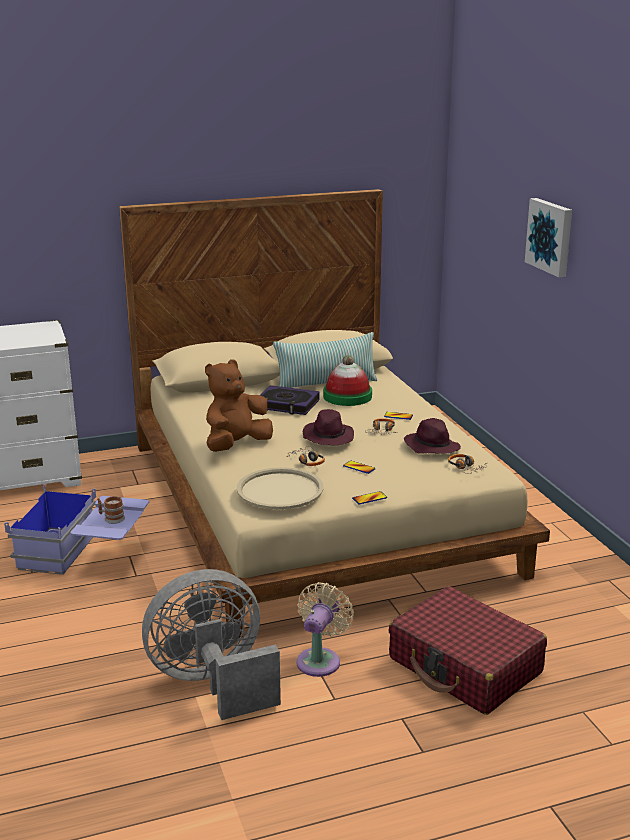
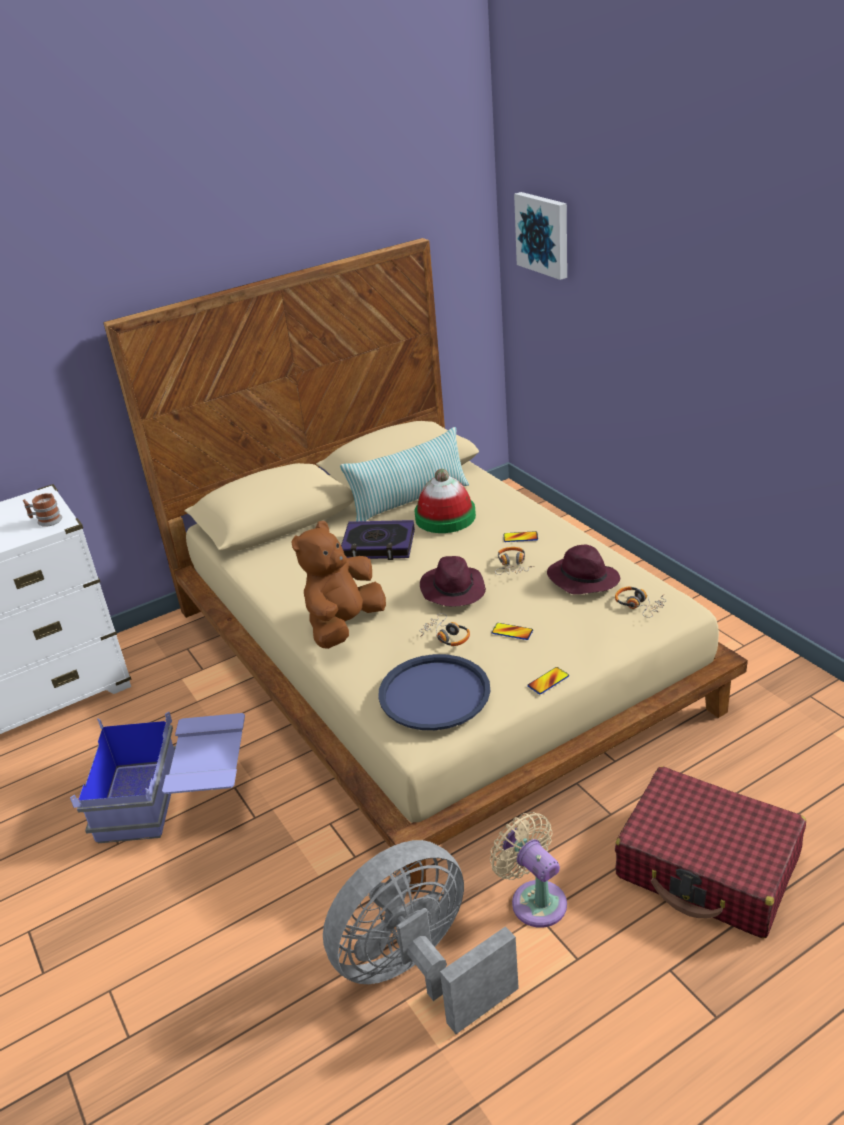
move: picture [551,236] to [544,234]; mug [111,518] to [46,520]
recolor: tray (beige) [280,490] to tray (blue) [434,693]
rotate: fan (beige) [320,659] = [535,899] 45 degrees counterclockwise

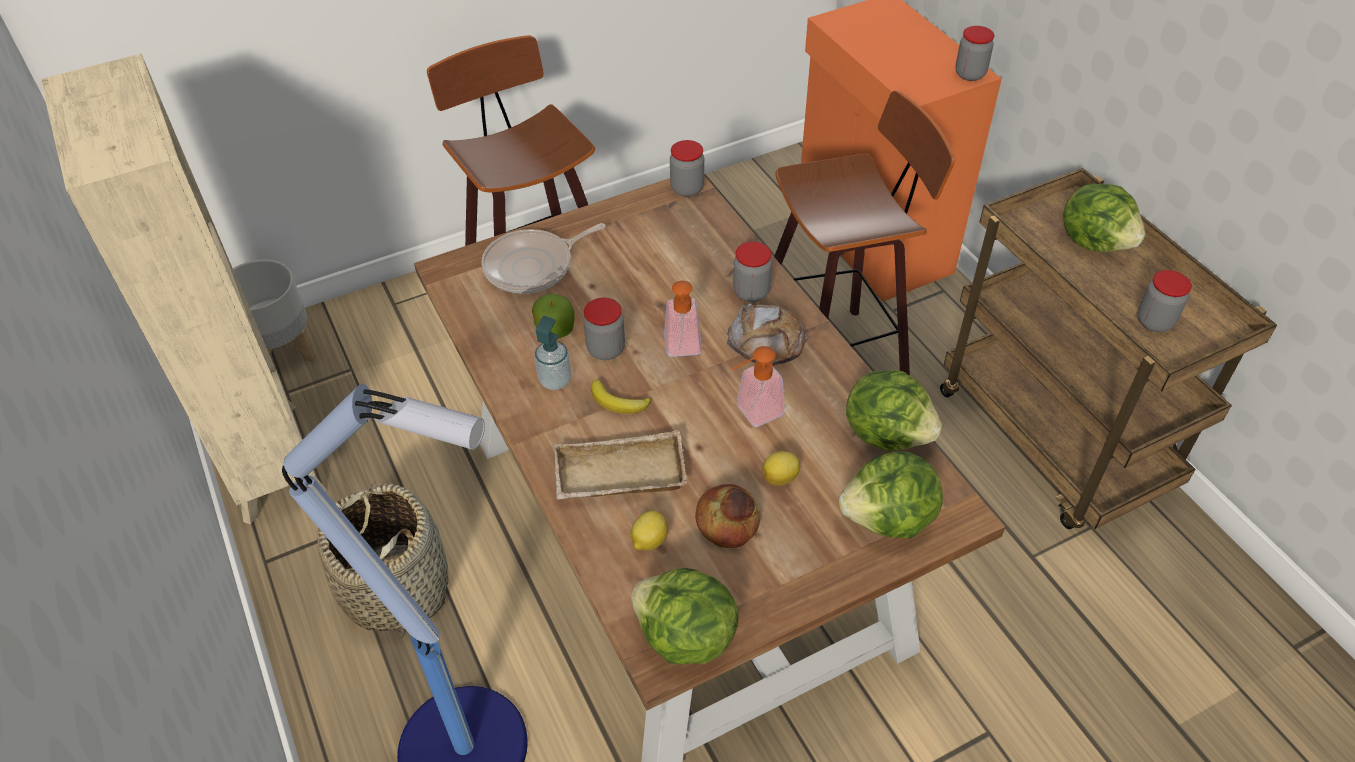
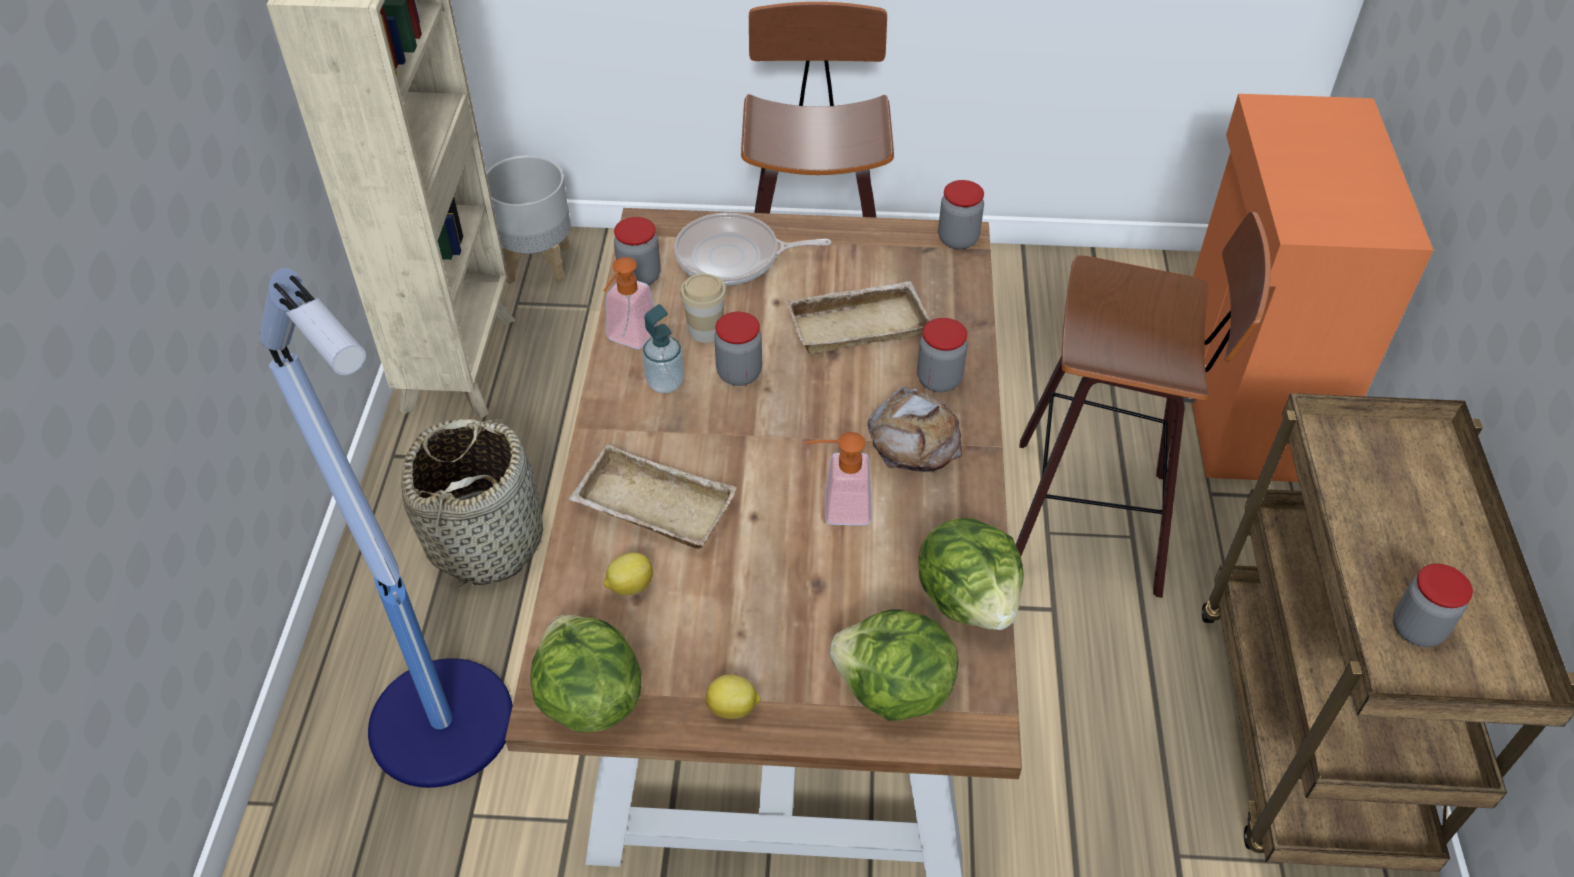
delete: lettuce [1095,241]; banana [618,402]; bread [728,521]
insert: tray (beige) [858,322]
move: jar [970,74] to [640,277]; soap dispenser [683,350] to [628,339]; lemon [781,478] to [733,708]
replace: apple [555,329] to cup [705,330]

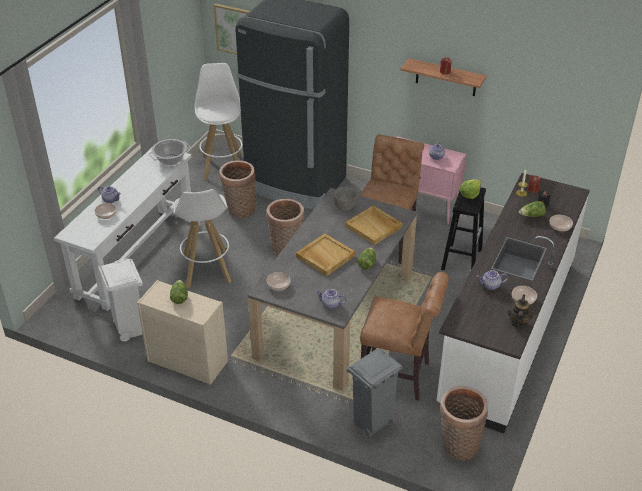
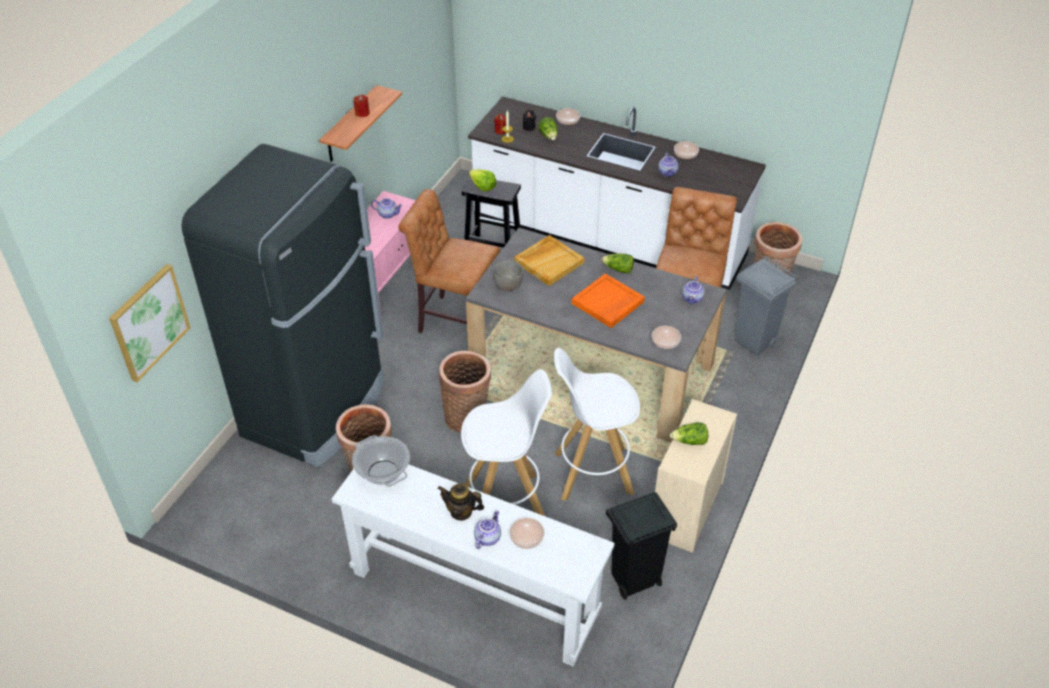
move: stool (white) [222,165] to [592,473]; teapot [518,323] to [461,512]
recolor: tray (beige) [325,256] to tray (orange) [608,303]; trash can (white) [129,329] to trash can (black) [633,581]

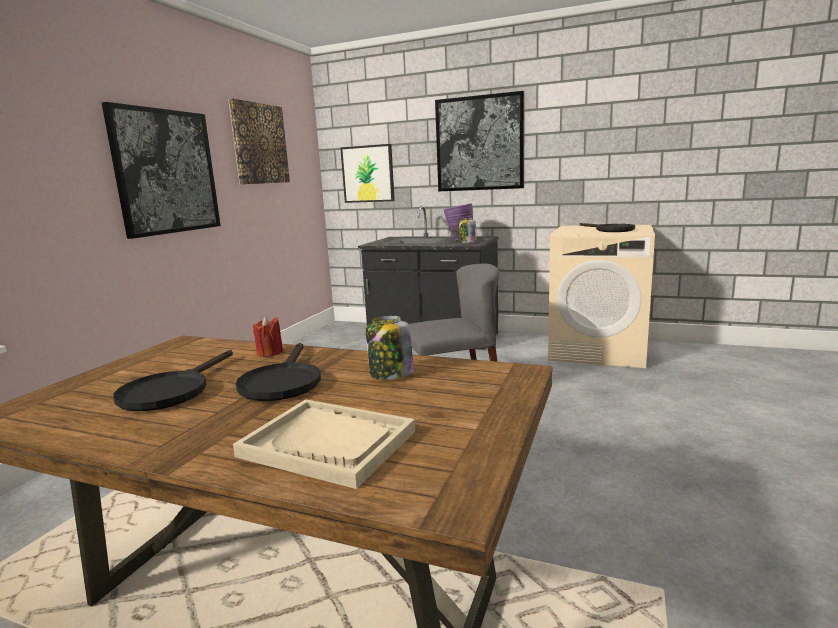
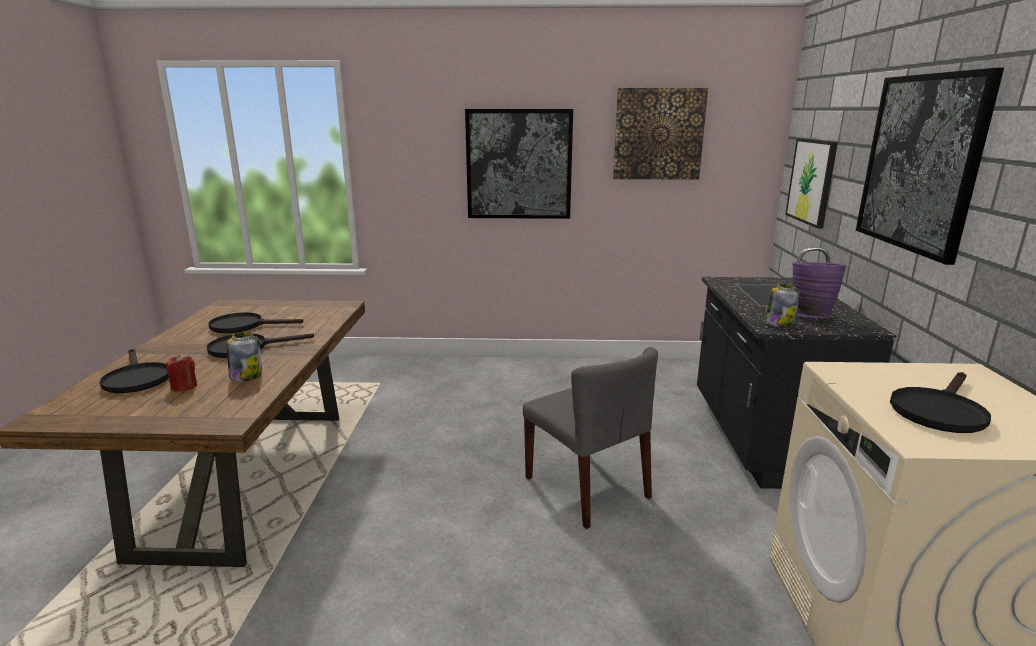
move: candle (red) [270,353] to [184,386]
replace: tray (beige) [328,444] to frying pan (black) [136,378]

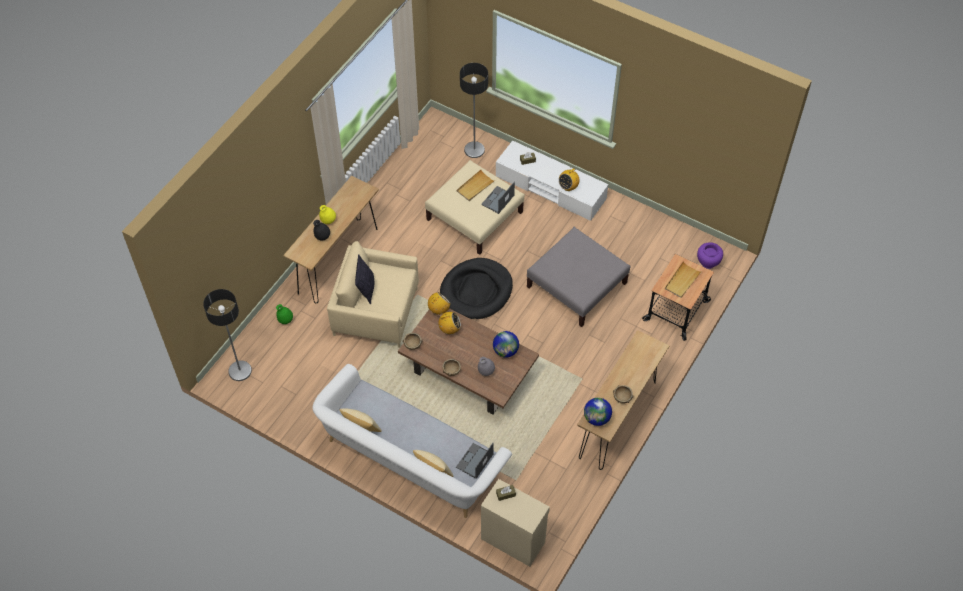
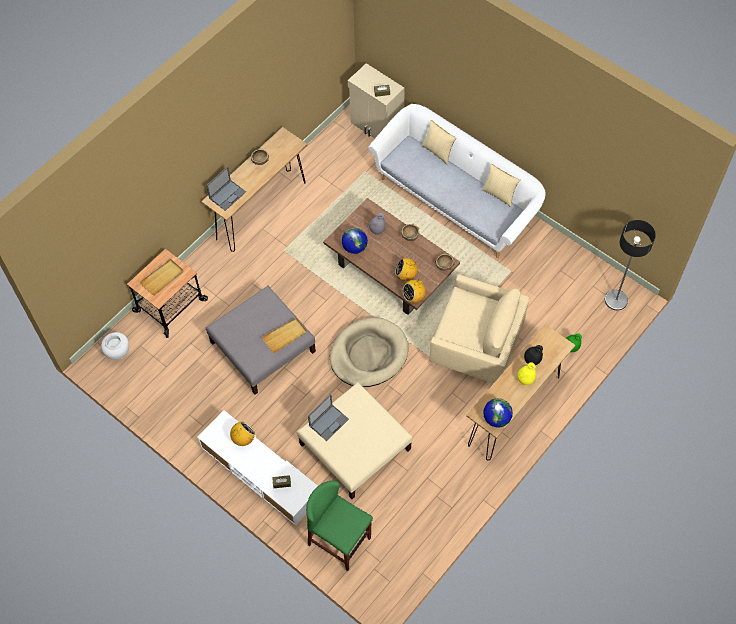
delete: pillow [366,289]
move: tray (beige) [475,186] to [285,336]; globe [597,418] to [496,418]; laptop [474,461] to [227,195]
replace: floor lamp [474,150] to stool (green) [339,541]
recolor: vase (purple) [707,263] to vase (white) [118,353]; dog bed (black) [476,291] to dog bed (beige) [368,354]

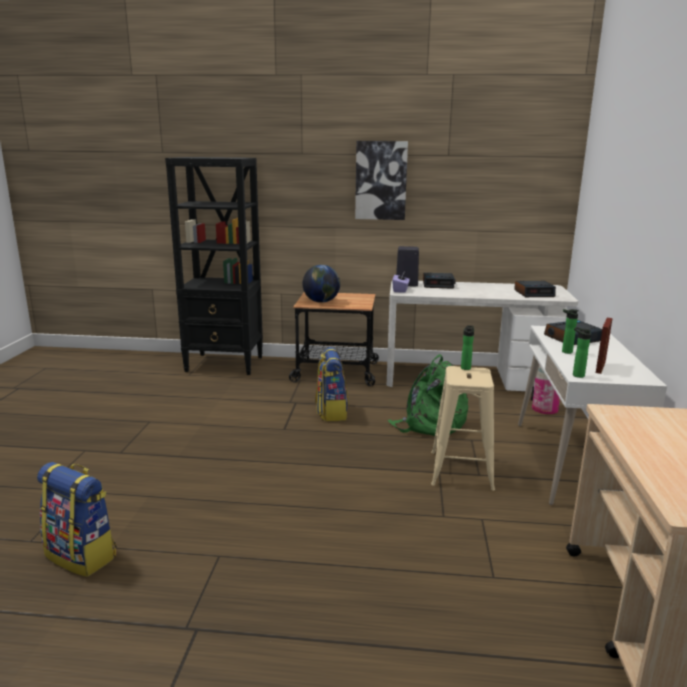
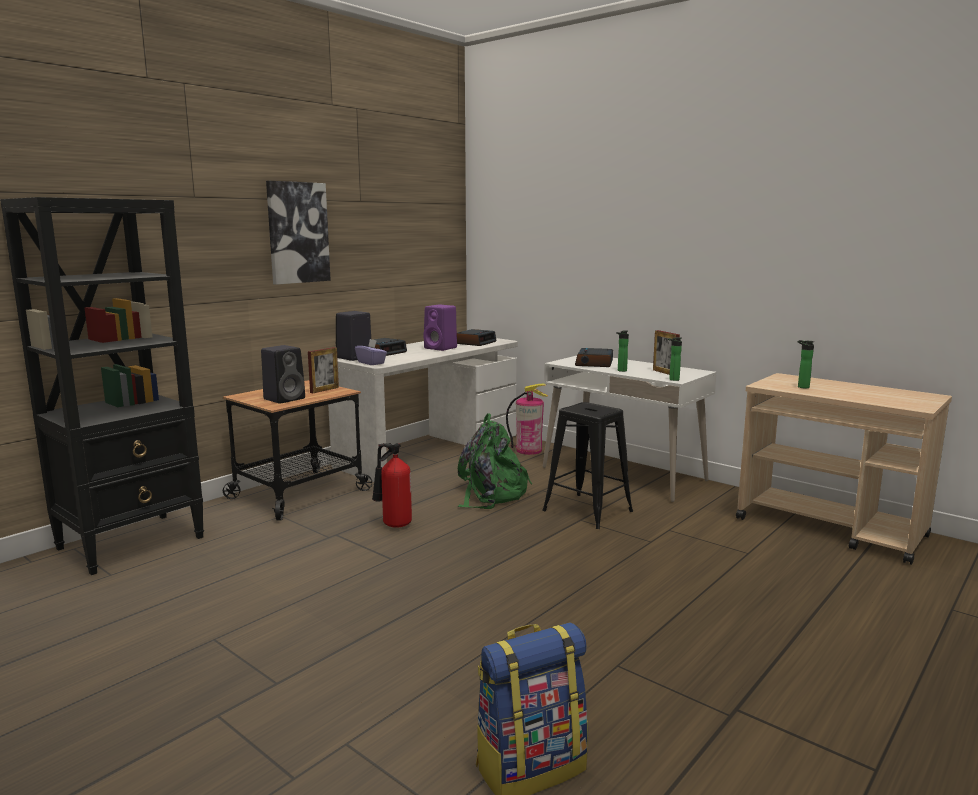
insert: speaker (purple) [441,348]; picture frame [324,390]
move: bottle [466,367] to [801,387]
replace: globe [321,301] to speaker (black) [285,399]; backpack [331,412] to fire extinguisher [392,525]
recolor: stool (beige) [461,470] to stool (black) [588,511]

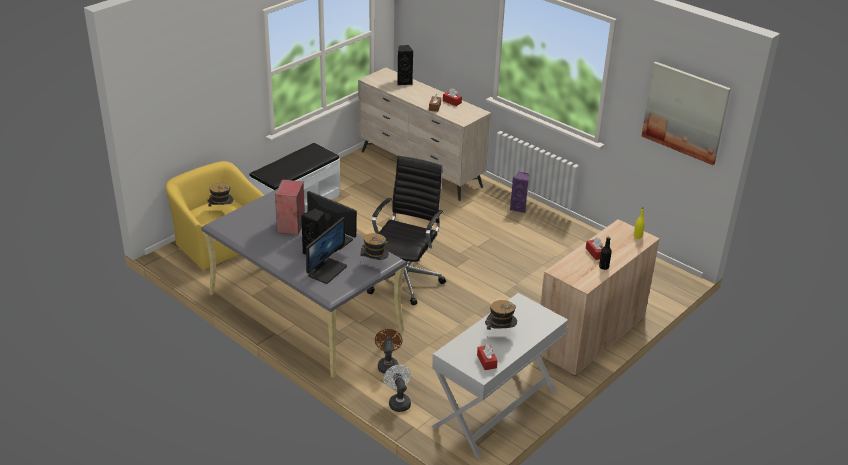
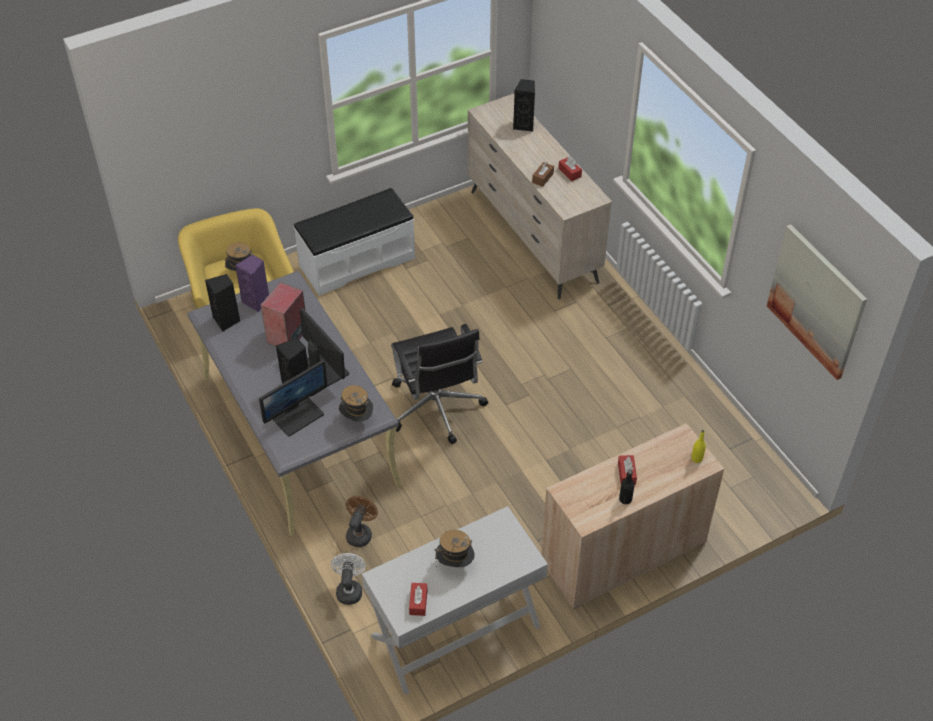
insert: speaker (black) [227,321]
move: speaker (purple) [519,208] to [257,302]
rotate: office chair (black) [405,279] = [436,409] 120 degrees clockwise

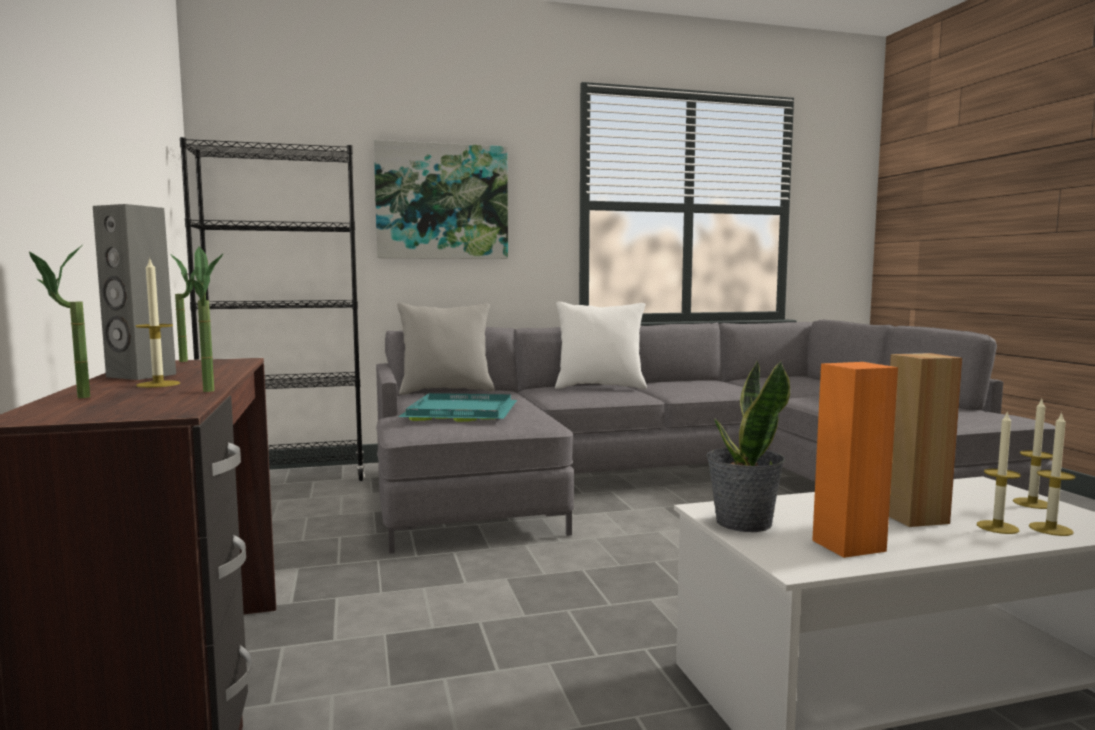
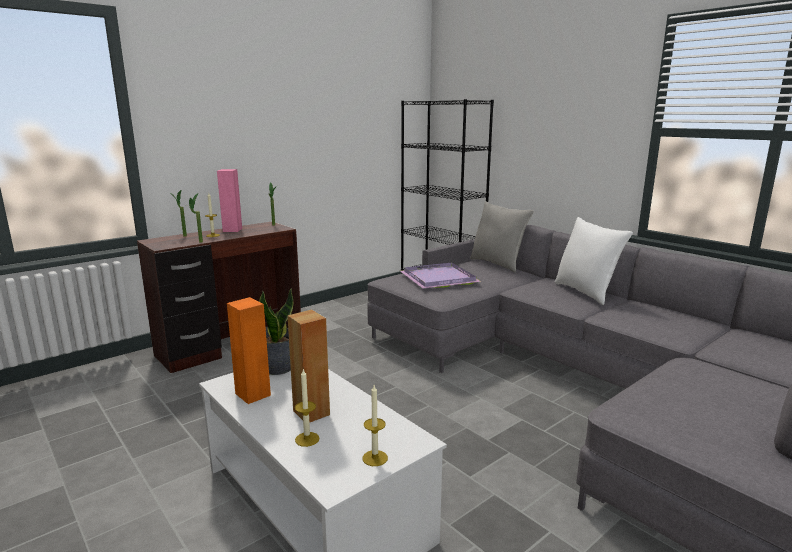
delete: picture [442,202]; candle [1050,529]
recolor: speaker (grey) [140,375] to speaker (pink) [232,230]; tray (turquoise) [463,412] to tray (purple) [440,279]

